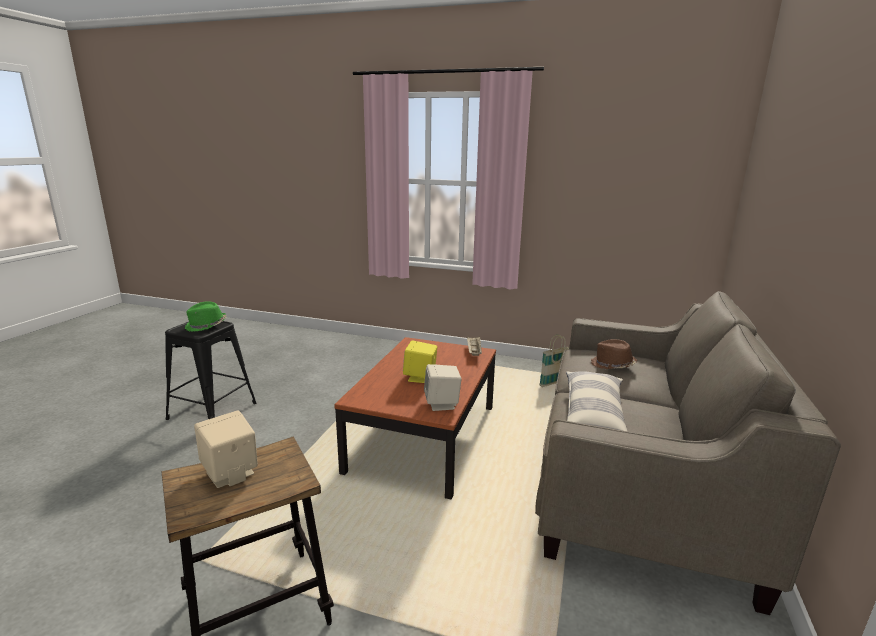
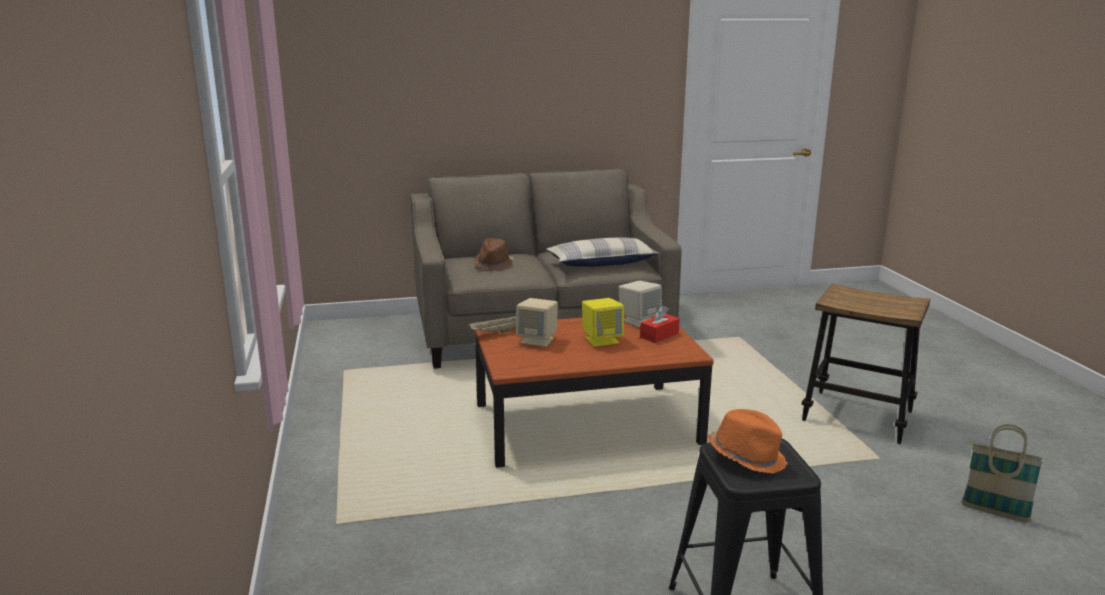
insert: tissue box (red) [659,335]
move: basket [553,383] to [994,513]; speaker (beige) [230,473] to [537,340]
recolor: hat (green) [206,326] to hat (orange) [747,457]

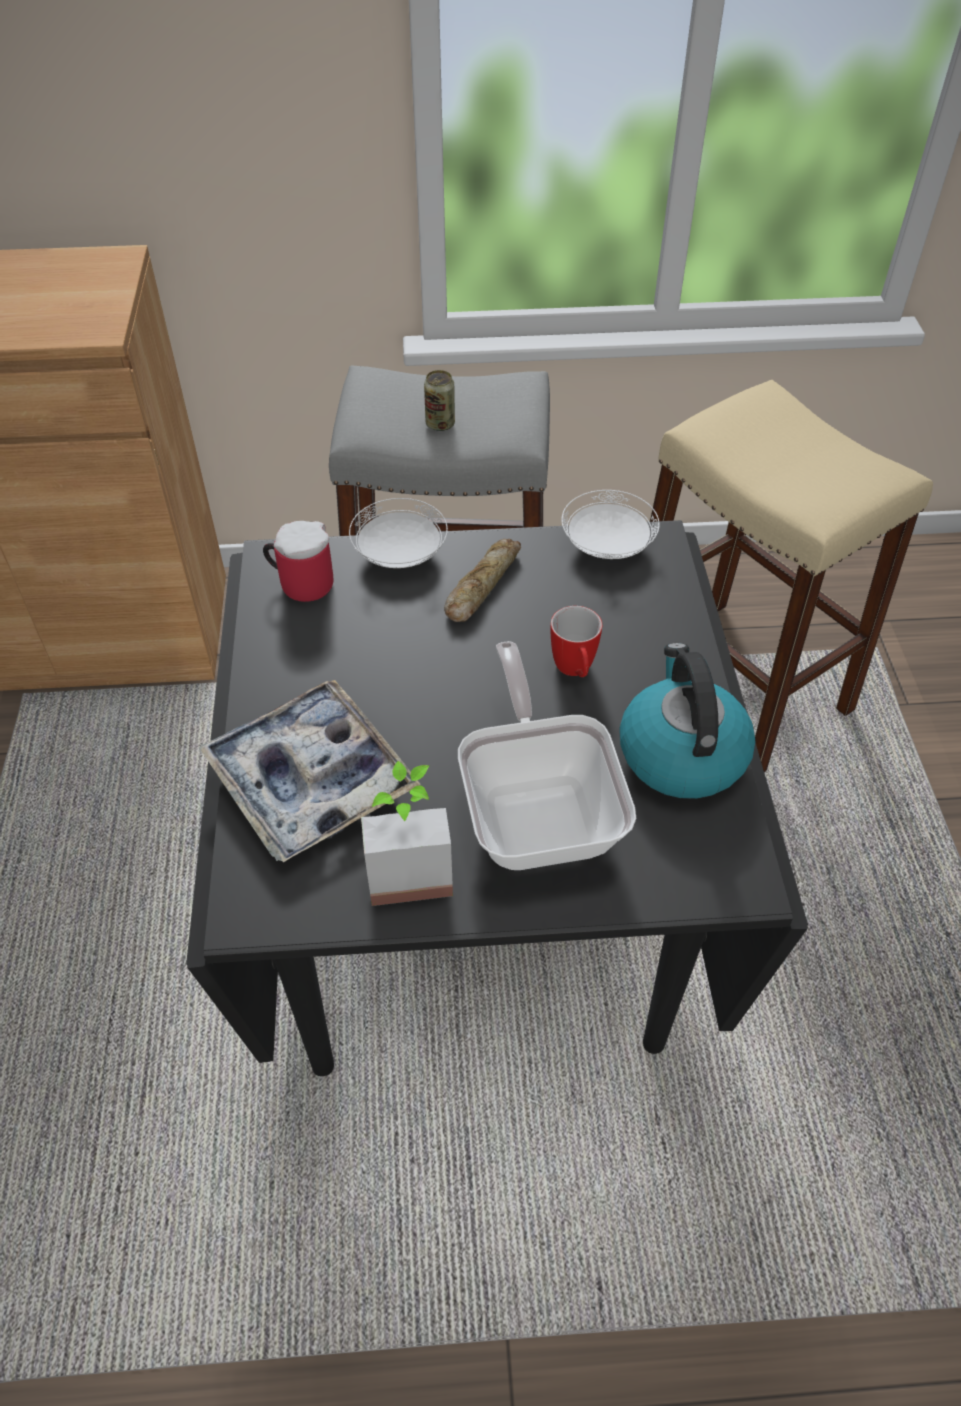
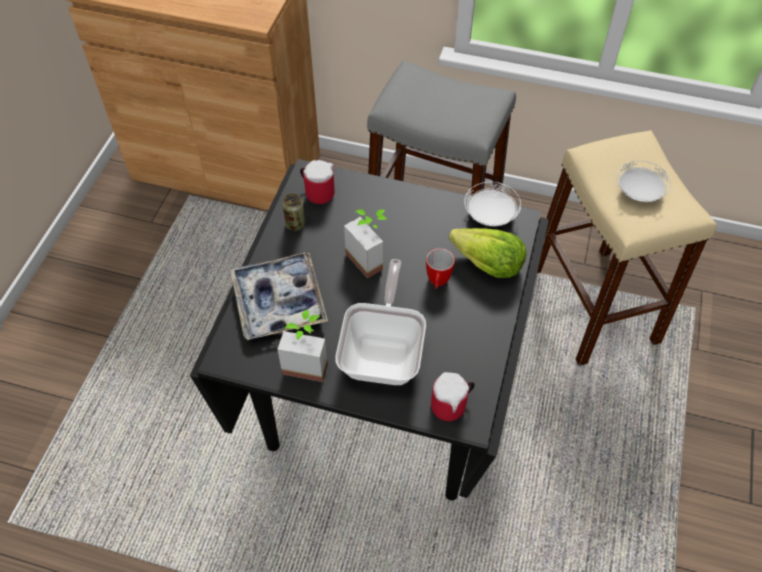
delete: bread [481,585]; kettle [680,753]
insert: potted plant [370,257]; lettuce [487,264]; mug [453,405]
move: can [440,424] to [295,224]; plate (white) [400,554] to [639,192]

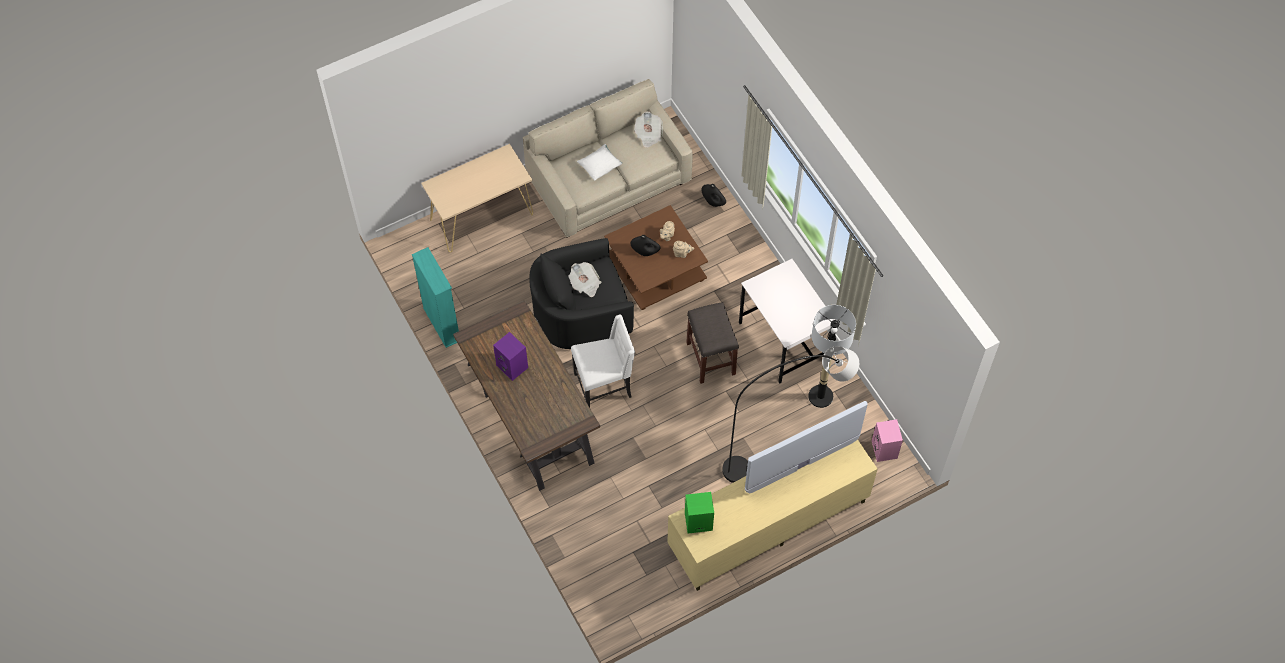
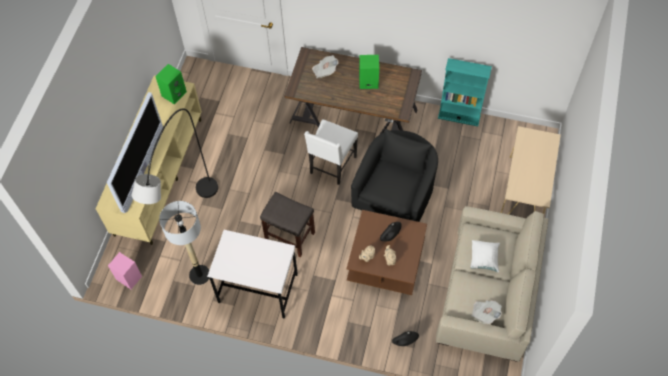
move: newspaper [585,284] to [324,71]
recolor: speaker (purple) [513,366] to speaker (green) [368,82]

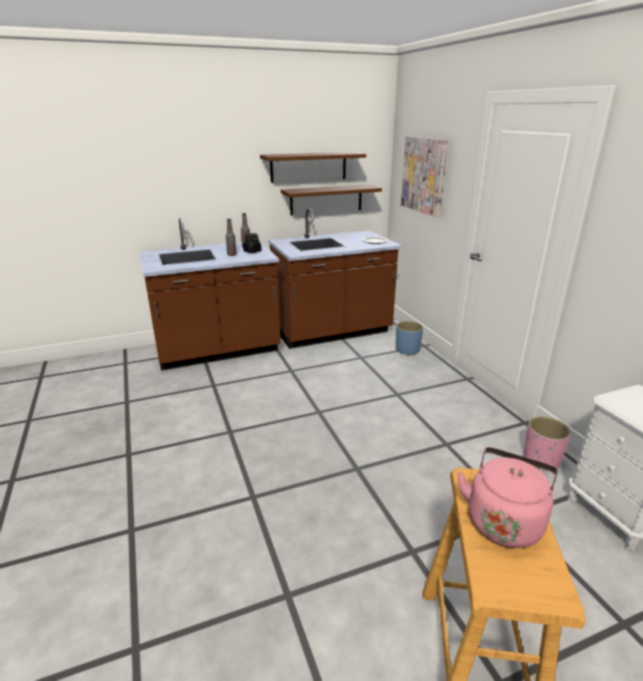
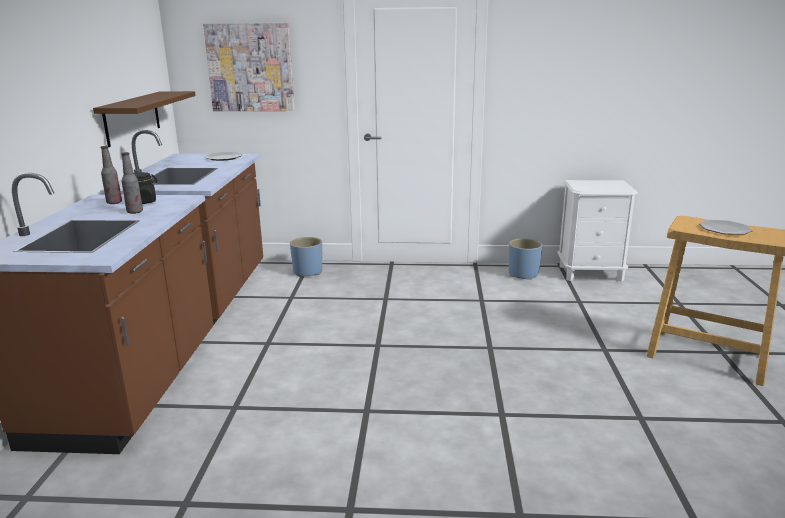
delete: shelf (brown) [308,167]
replace: kettle (pink) [504,520] to plate [725,229]
recolor: planter (pink) [541,459] to planter (blue) [523,274]

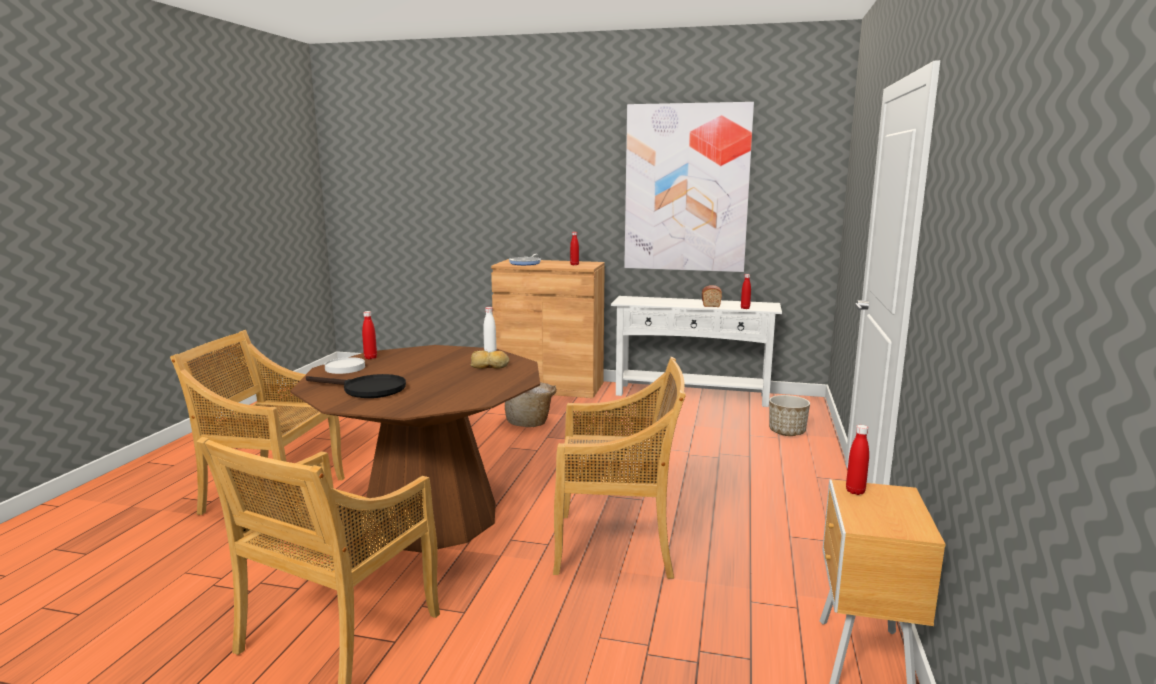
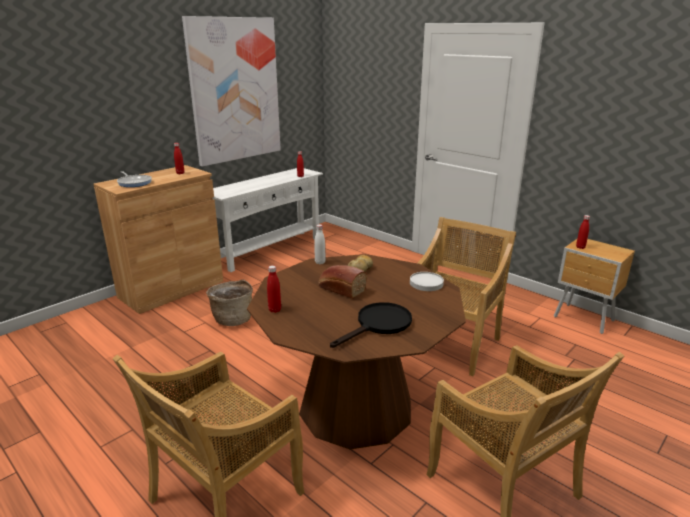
delete: planter [787,432]
move: bread [710,303] to [340,289]; plate (white) [345,368] to [426,283]

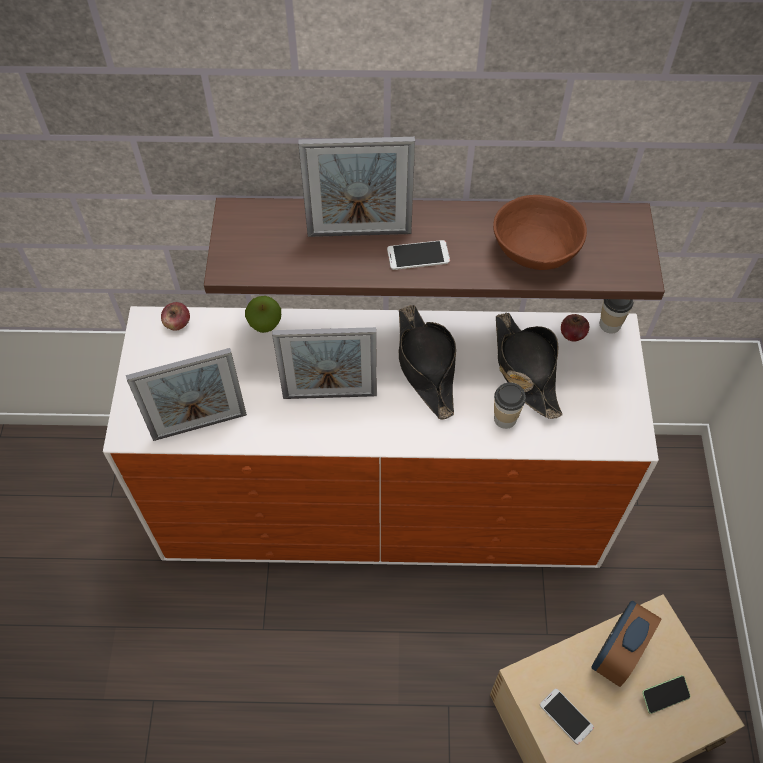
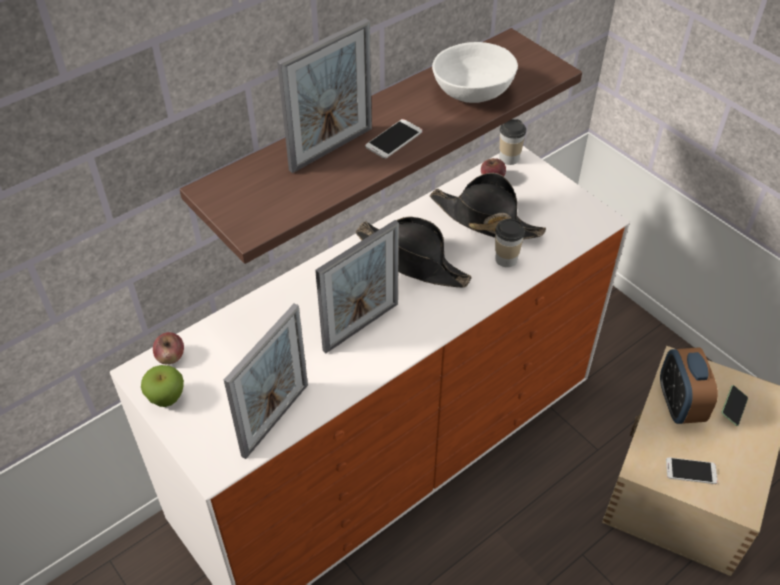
move: apple [265,325] to [166,398]
recolor: bowl (brown) [536,252] to bowl (white) [474,92]

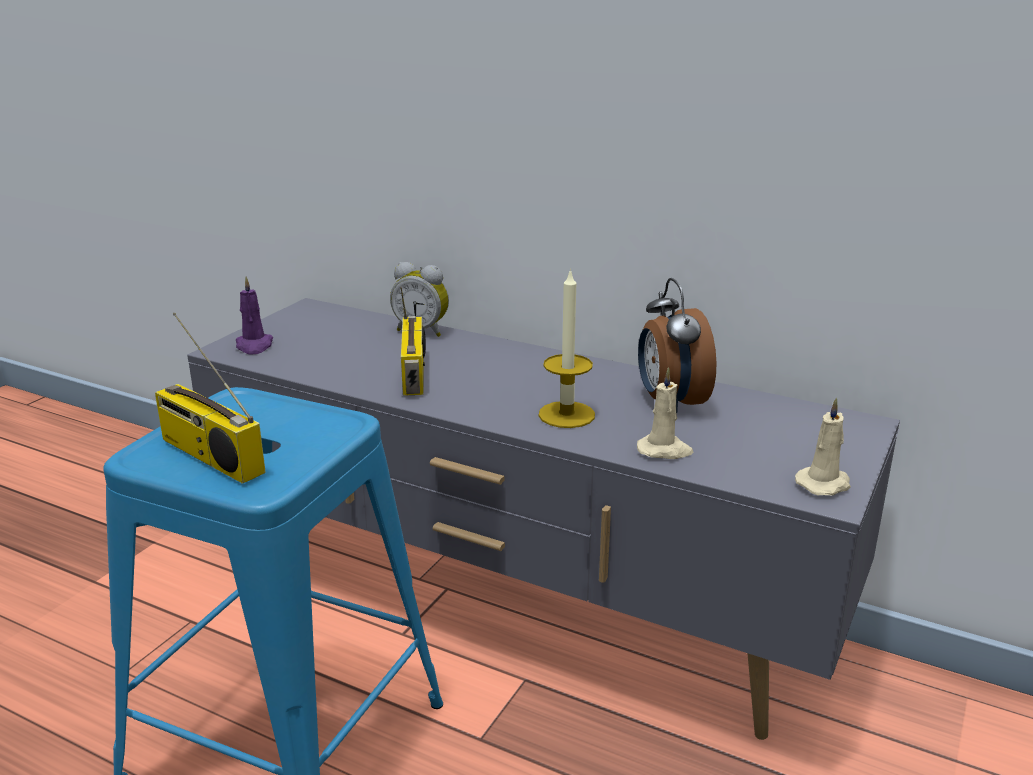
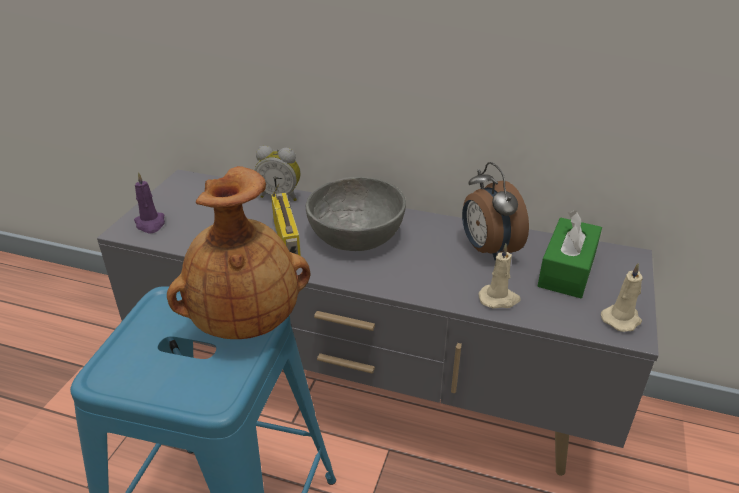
delete: candle [566,415]; radio [208,455]
insert: vase (brown) [245,320]; bowl (grey) [356,235]; tissue box (green) [567,270]

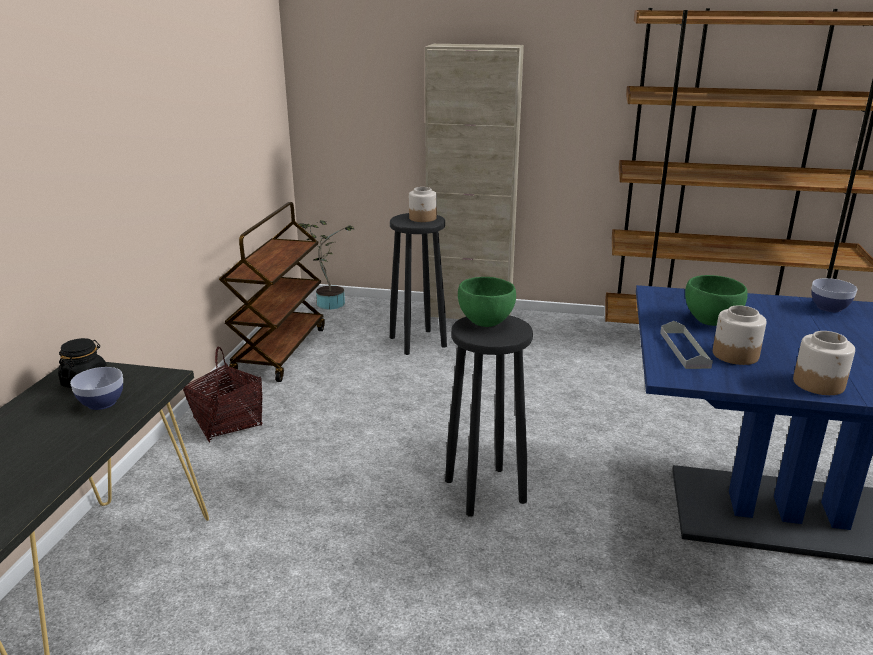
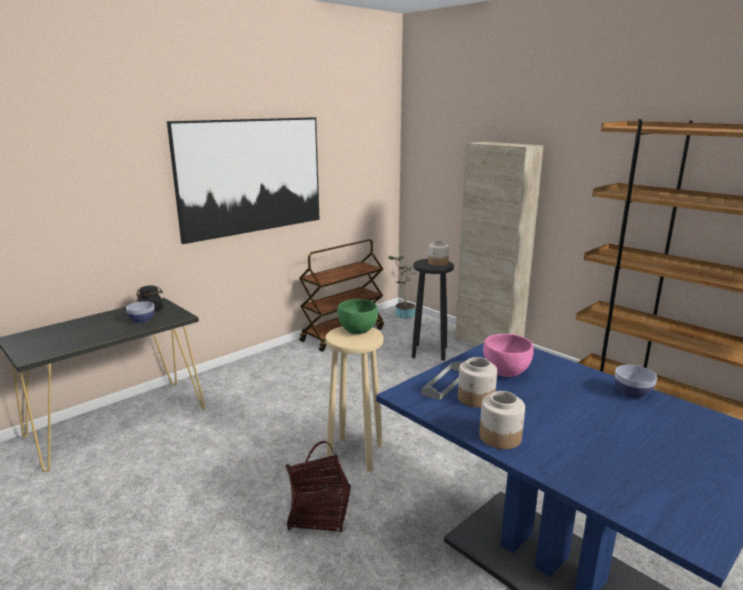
insert: picture [251,176]
move: basket [227,422] to [319,513]
recolor: bowl (green) [711,321] to bowl (pink) [505,372]; stool (black) [486,490] to stool (beige) [356,454]

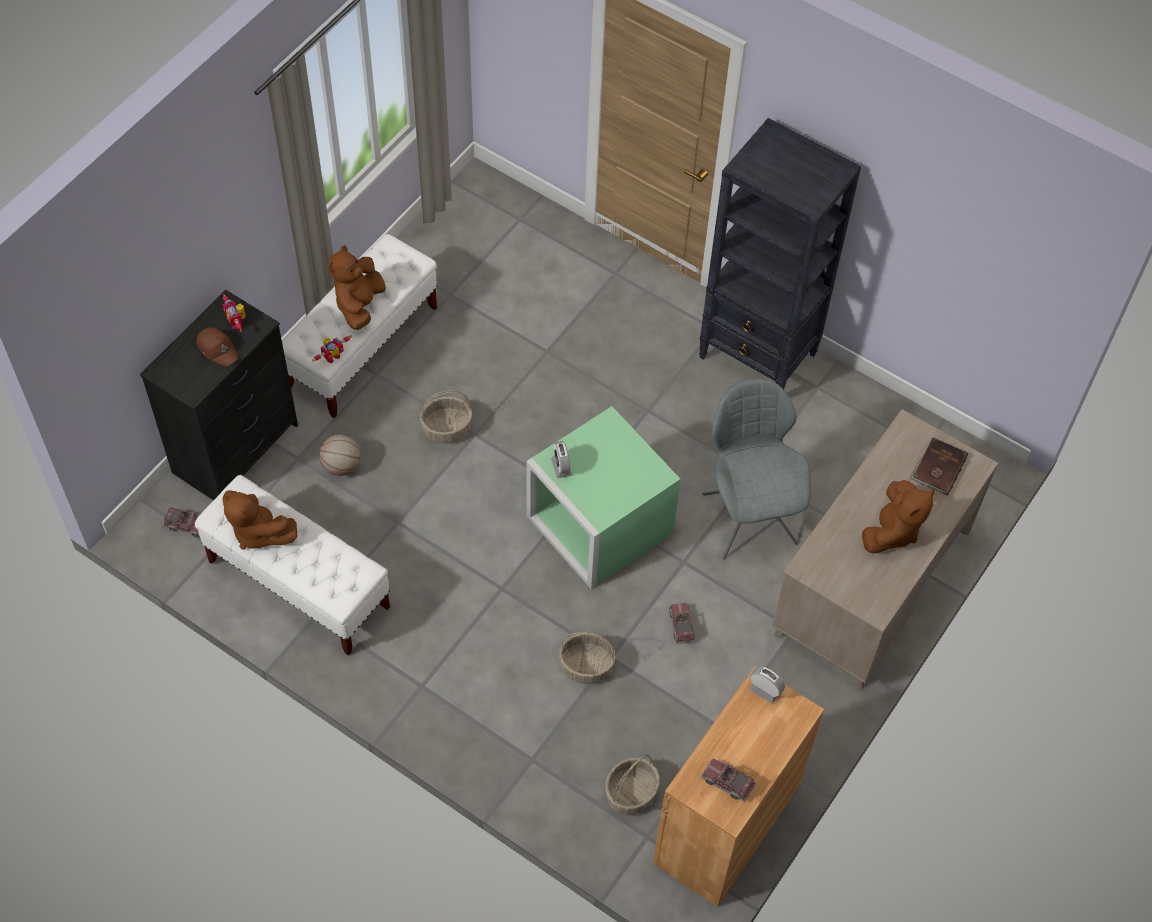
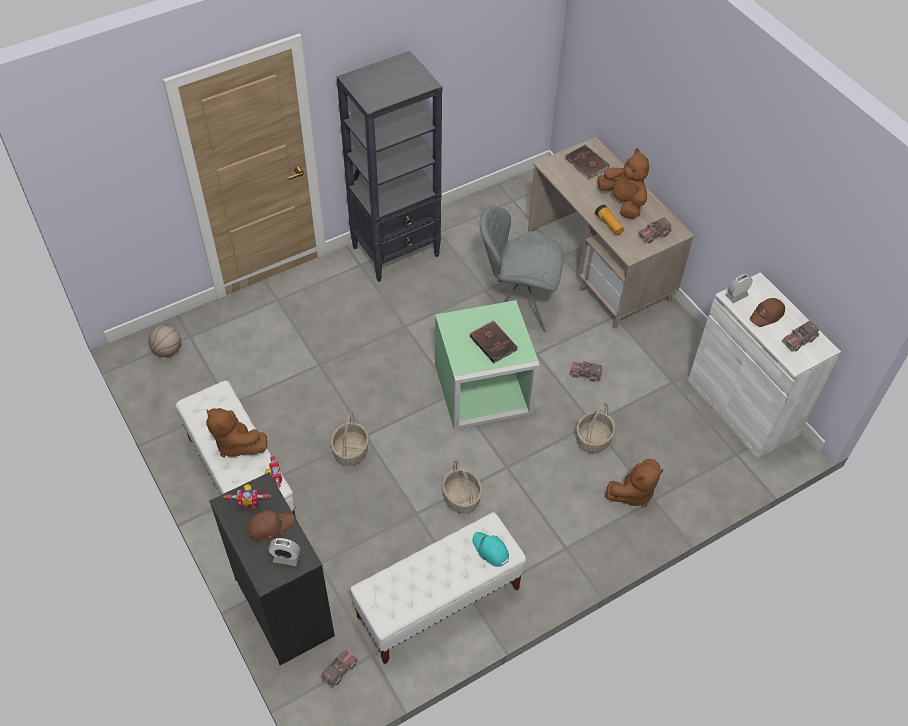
insert: flashlight [609,225]; toy truck [654,234]; cap (brown) [767,315]; book (brown) [493,342]; cap (turquoise) [490,550]
move: basketball [341,466] to [168,350]; alarm clock [561,467] to [286,557]; plush toy (brown) [258,532] to [633,493]; basket [631,794] to [462,498]
recolor: cabinet (brown) [726,825] to cabinet (white) [742,407]

